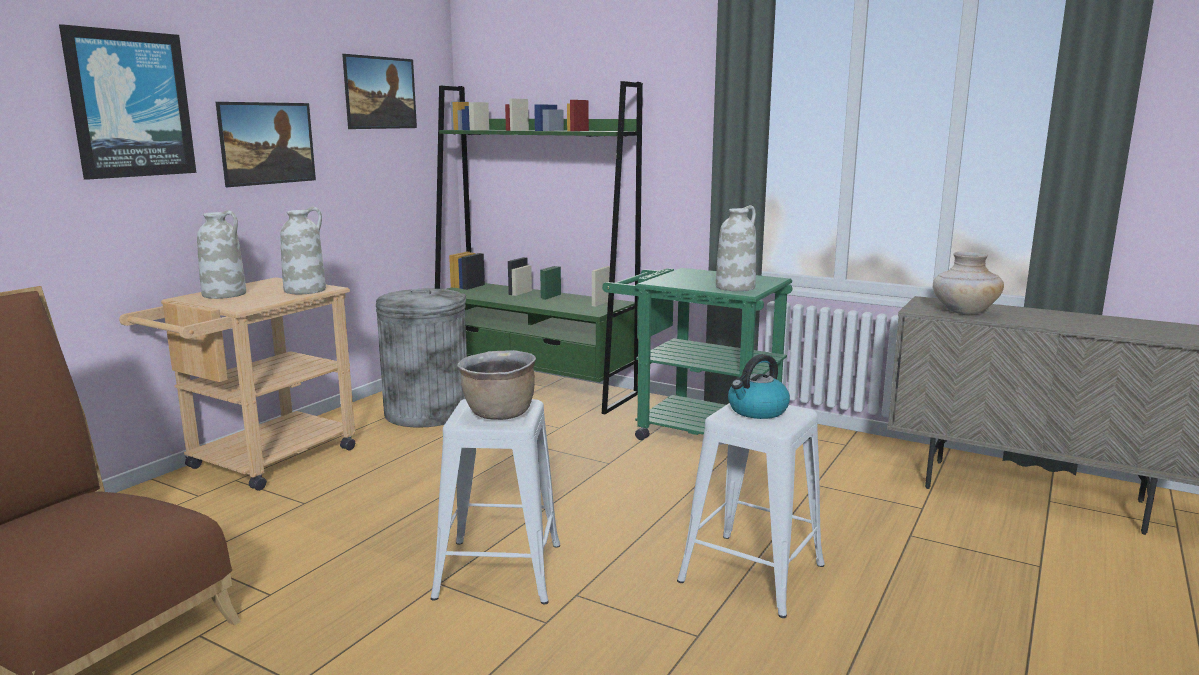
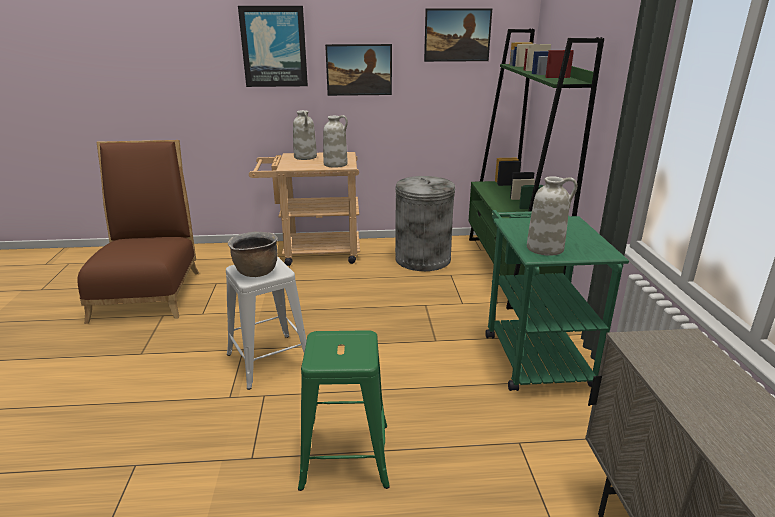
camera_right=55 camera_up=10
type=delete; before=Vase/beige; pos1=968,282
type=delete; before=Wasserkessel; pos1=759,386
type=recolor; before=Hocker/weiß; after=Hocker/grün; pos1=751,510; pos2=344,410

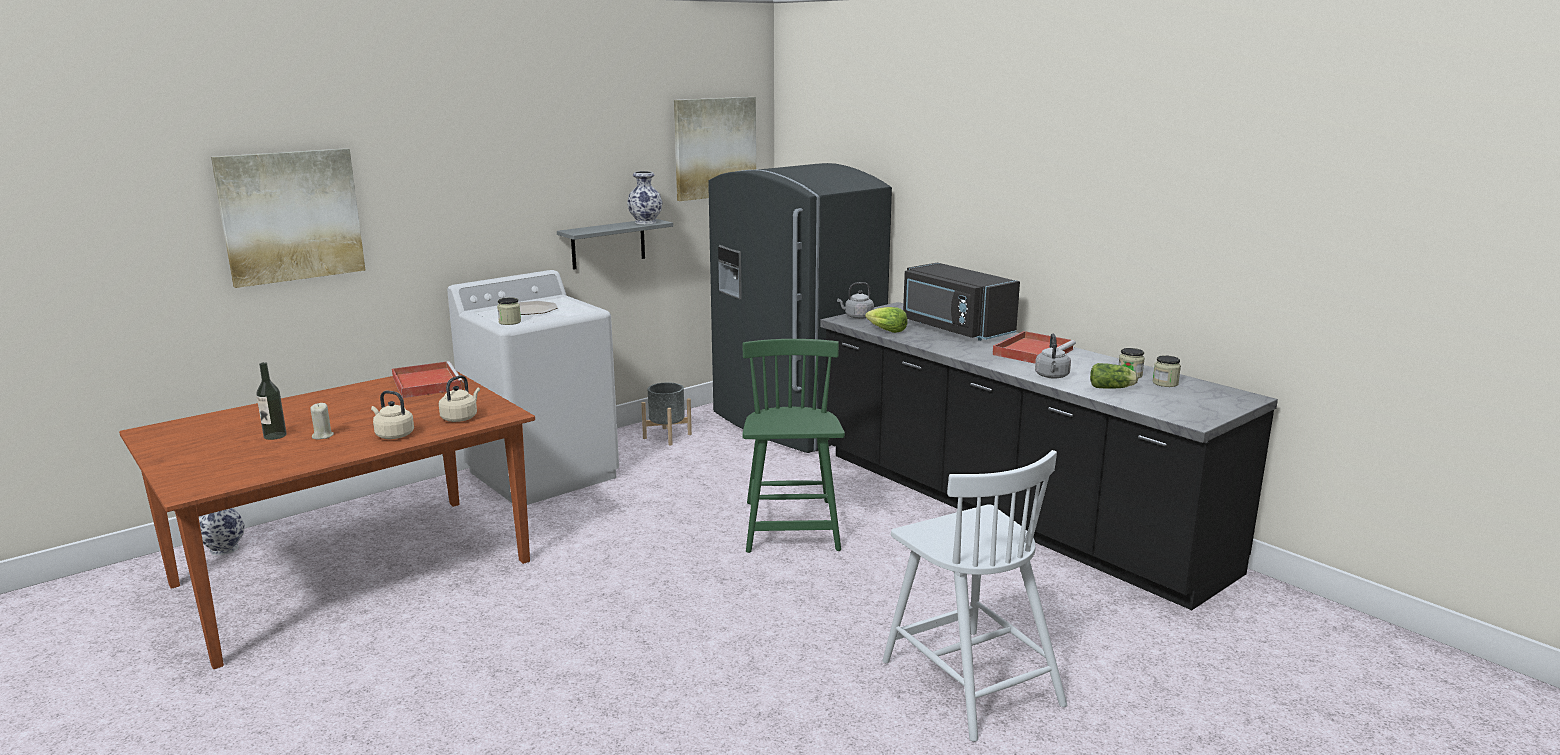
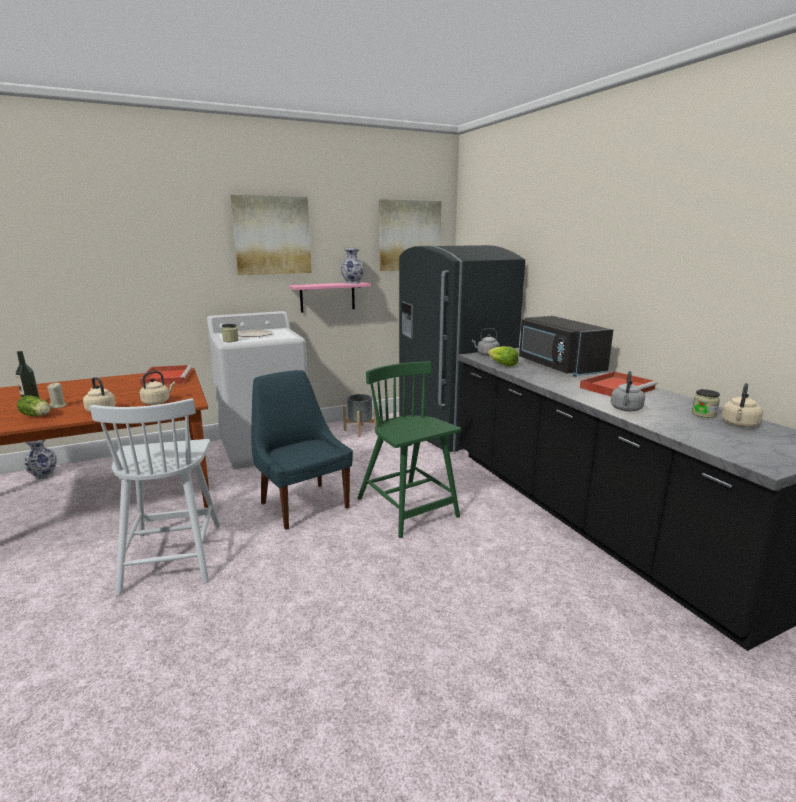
camera_right=15 camera_up=0
type=move; before=Bild; pos1=288,218; pos2=271,235
type=recolor; before=Wandregal/grau; after=Wandregal/rosa; pos1=615,244; pos2=330,297
type=rotate; before=Stuhl/grün; pos1=793,446; pos2=409,449; turn=-45
type=replace; before=Vorratsglas; after=Wasserkessel/beige; pos1=1167,371; pos2=742,405
type=move; before=Salatkopf; pos1=1114,376; pos2=33,405
type=move; before=Stuhl/weiß; pos1=974,596; pos2=155,497
type=insert; after=Stuhl/blau; pos2=302,450

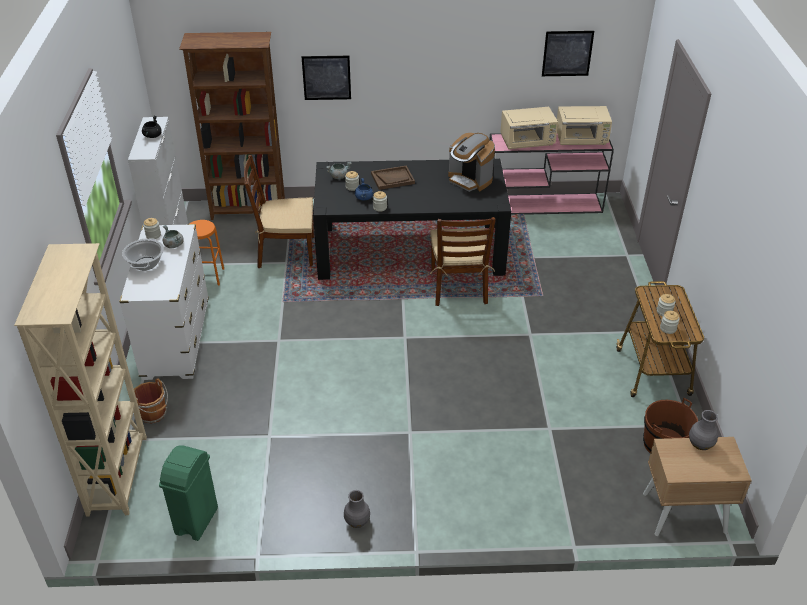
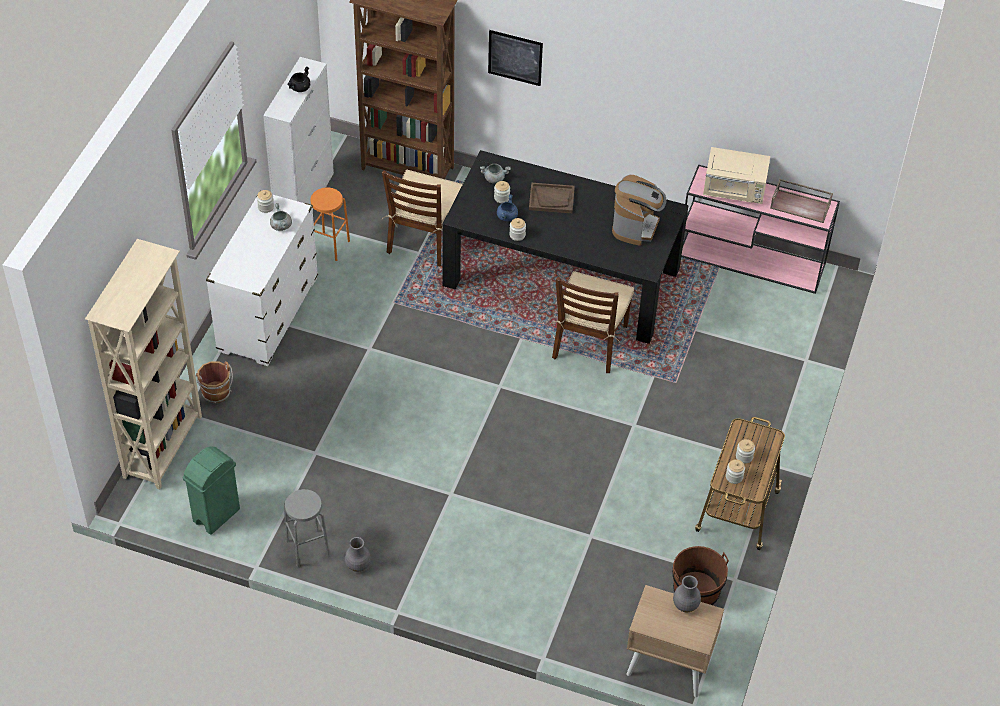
camera_right=20 camera_up=10
type=delete; before=Bild; pos1=568,53
type=replace; before=Mikrowelle/beige; after=Tablett/braun; pos1=584,125; pos2=801,201
type=rotate; before=Kaffeemaschine; pos1=471,162; pos2=639,210; turn=-135
type=rotate; before=Stuhl/braun; pos1=279,211; pos2=422,218; turn=-90
type=delete; before=Kochtopf; pos1=143,255
type=insert; after=Hocker/grau; pos2=307,528

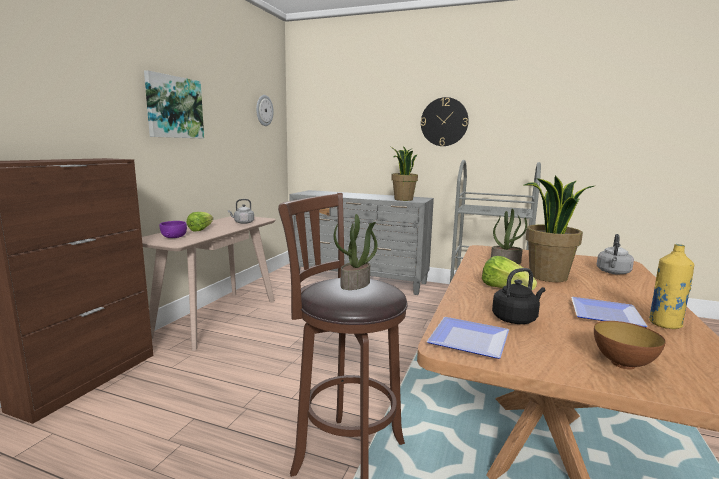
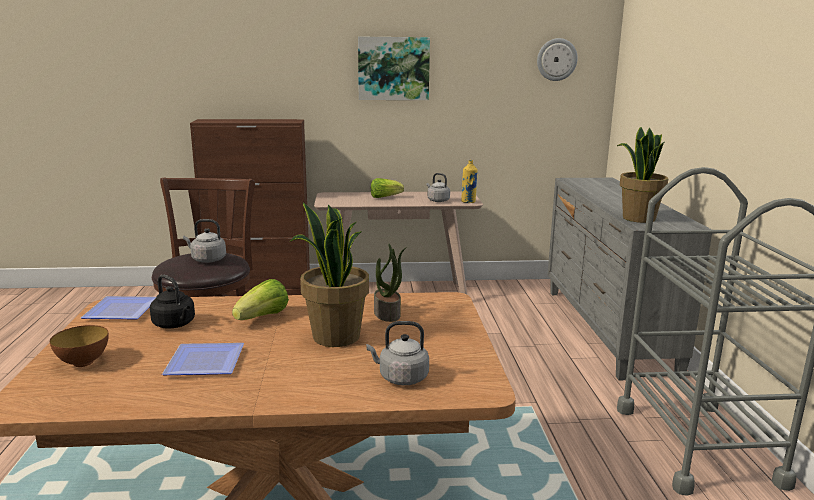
camera_right=65 camera_up=5
type=delete; before=Wanduhr; pos1=445,121
type=replace; before=Topfpflanze; after=Wasserkessel/grau; pos1=356,252; pos2=204,241
type=delete; before=Schüssel/lila; pos1=173,229
type=move; before=Flasche/gelb; pos1=671,286; pos2=469,181

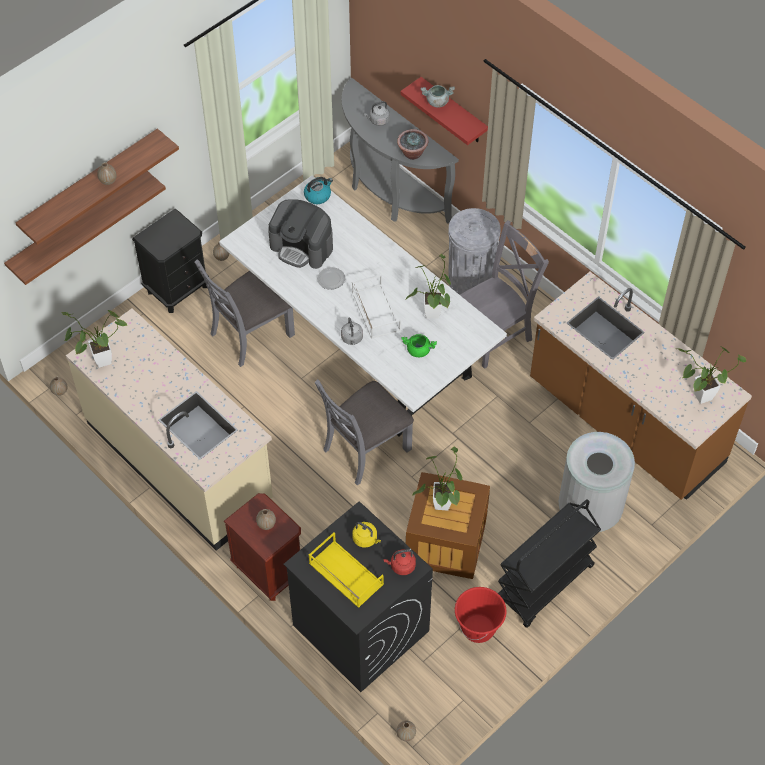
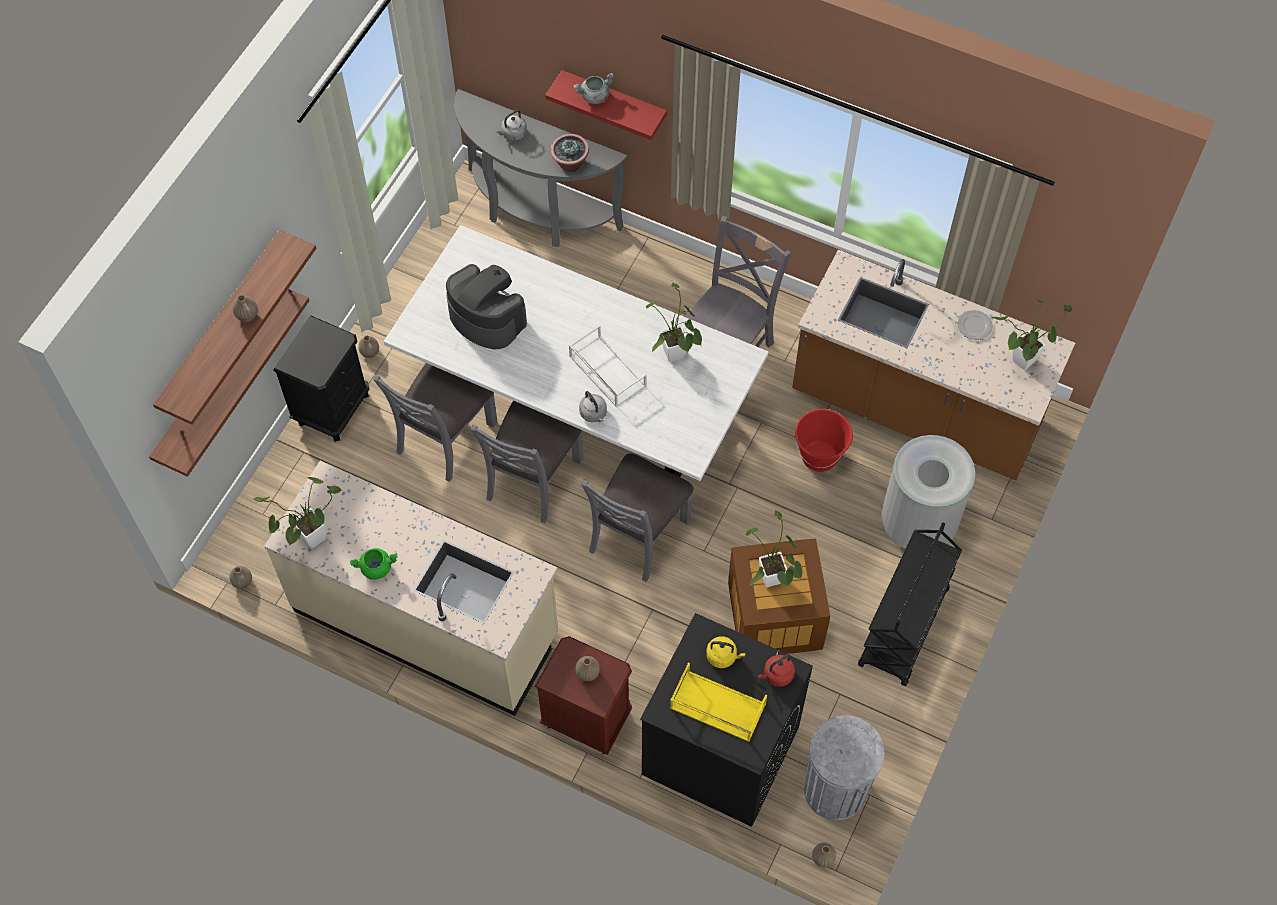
camera_right=-20 camera_up=5
type=delete; before=Wasserkessel; pos1=318,190
type=rotate; before=Kaffeemaschine; pos1=300,234; pos2=486,307; turn=-150
type=move; before=Mülleimer/grau; pos1=474,251; pos2=844,767
type=move; before=Teller; pos1=331,278; pos2=975,325
type=move; before=Kochtopf/grün; pos1=419,345; pos2=373,564
type=move; before=Eimer/rot; pos1=481,615; pos2=824,440
type=insert; after=Stuhl/grau; pos2=527,462

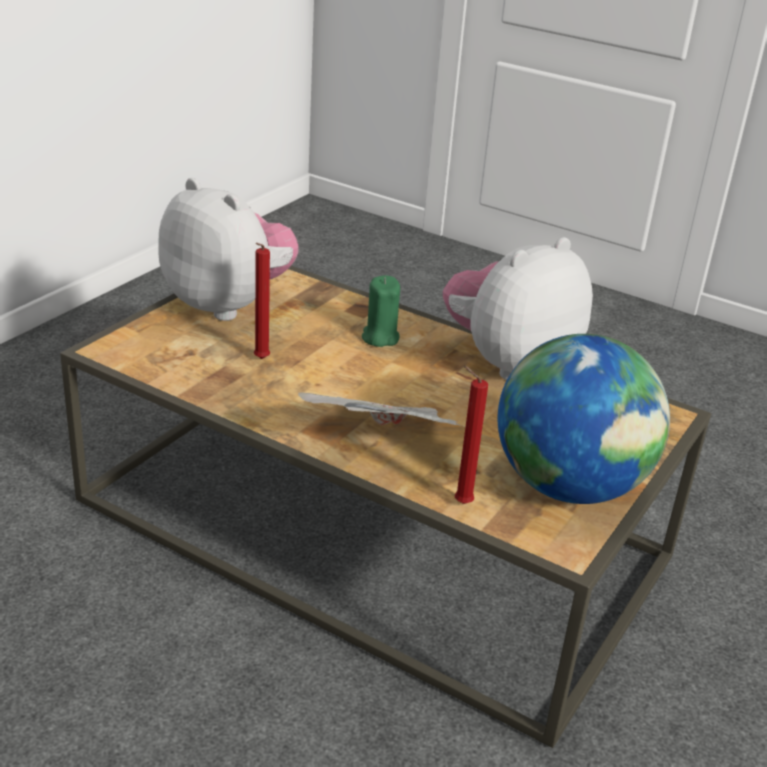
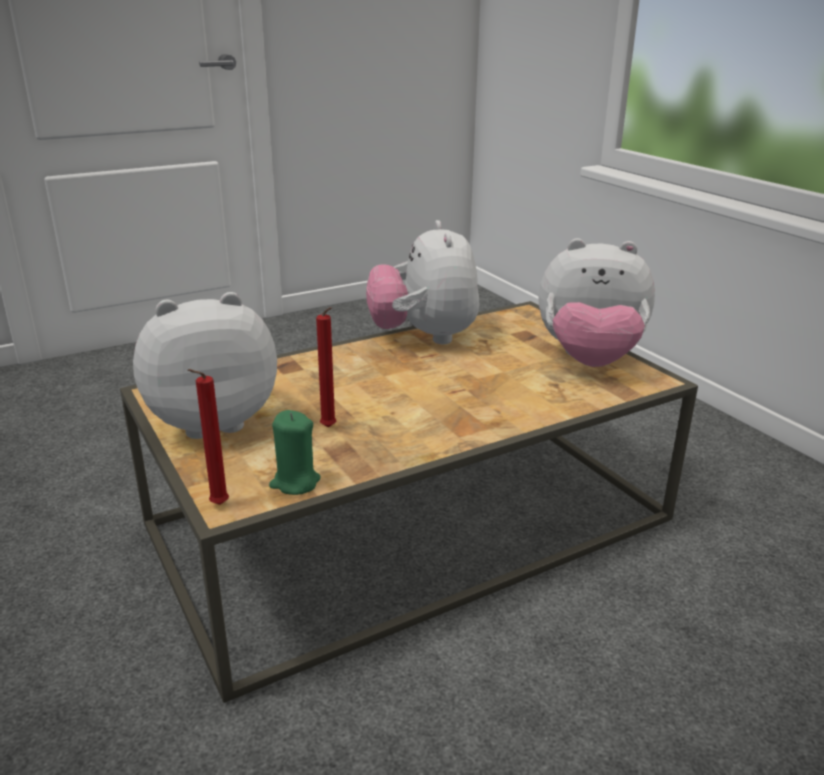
camera_right=-60 camera_up=-5
type=move; before=Kerze/grün; pos1=381,311; pos2=294,452
type=replace; before=Globus; after=Plüschtier; pos1=584,419; pos2=597,302
type=move; before=Kerze/rot; pos1=471,435; pos2=208,437
type=delete; before=Zeitung; pos1=381,409

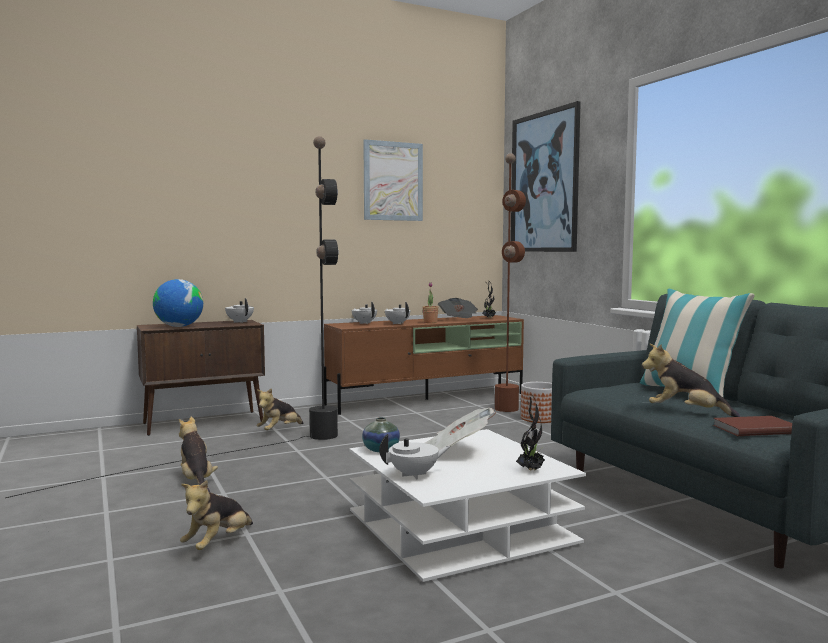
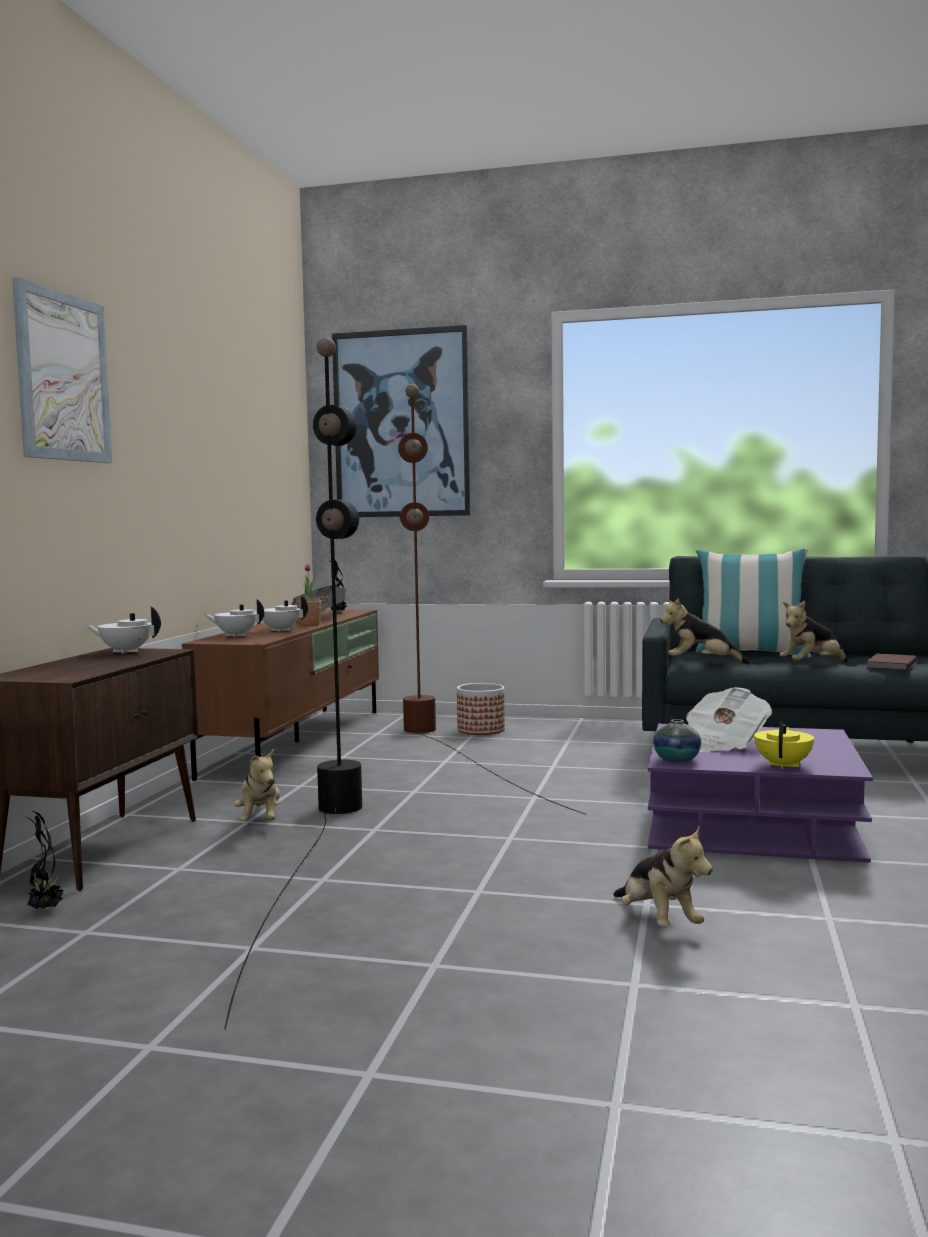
camera_right=-50 camera_up=0
type=move; before=Bild; pos1=393,180; pos2=62,370
type=delete; before=Globus; pos1=178,303
type=move; before=Topfpflanze; pos1=530,433; pos2=45,860
type=move; before=Plüschtier; pos1=198,454; pos2=705,631
type=recolor; before=Couchtisch/weiß; after=Couchtisch/lila; pos1=467,505; pos2=760,793
type=recolor; before=Teekanne/weiß; after=Teekanne/gelb; pos1=415,457; pos2=784,745

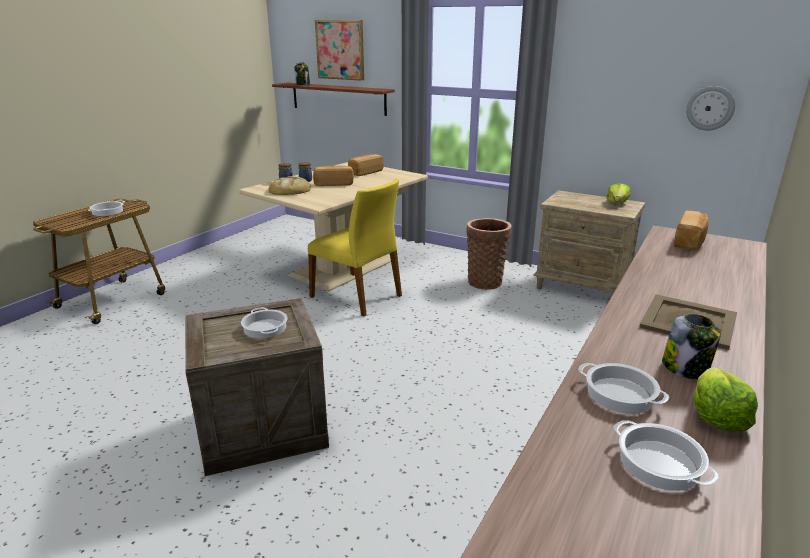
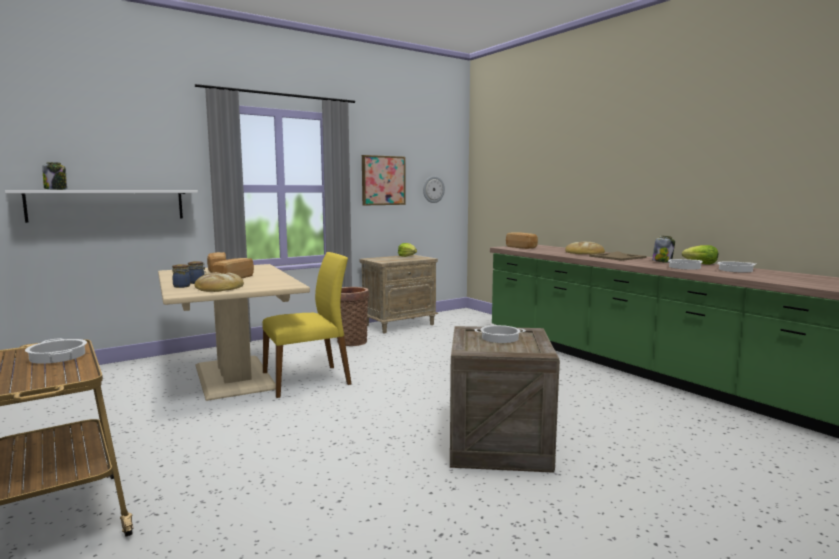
camera_right=-65 camera_up=-15
type=move; before=Bild; pos1=339,50; pos2=384,180
type=recolor; before=Wandregal/braun; after=Wandregal/weiß; pos1=333,99; pos2=101,206
type=insert; after=Brot; pos2=585,248

